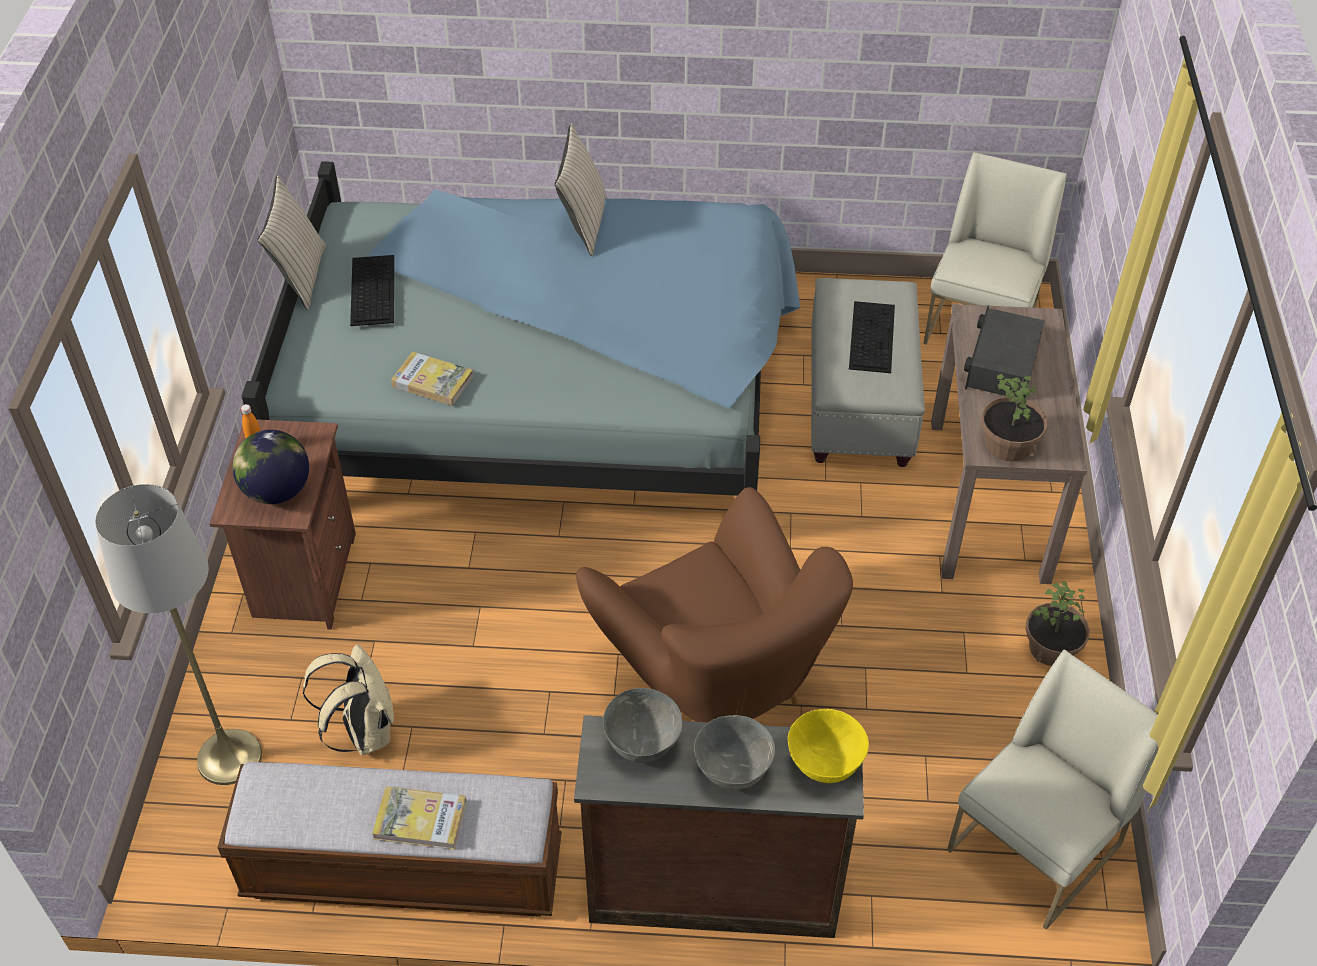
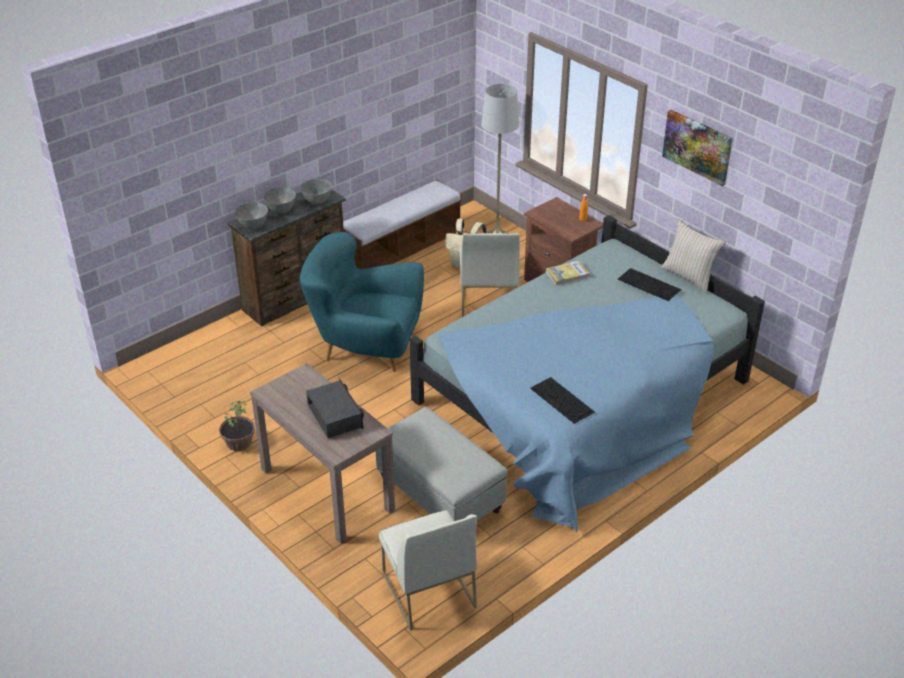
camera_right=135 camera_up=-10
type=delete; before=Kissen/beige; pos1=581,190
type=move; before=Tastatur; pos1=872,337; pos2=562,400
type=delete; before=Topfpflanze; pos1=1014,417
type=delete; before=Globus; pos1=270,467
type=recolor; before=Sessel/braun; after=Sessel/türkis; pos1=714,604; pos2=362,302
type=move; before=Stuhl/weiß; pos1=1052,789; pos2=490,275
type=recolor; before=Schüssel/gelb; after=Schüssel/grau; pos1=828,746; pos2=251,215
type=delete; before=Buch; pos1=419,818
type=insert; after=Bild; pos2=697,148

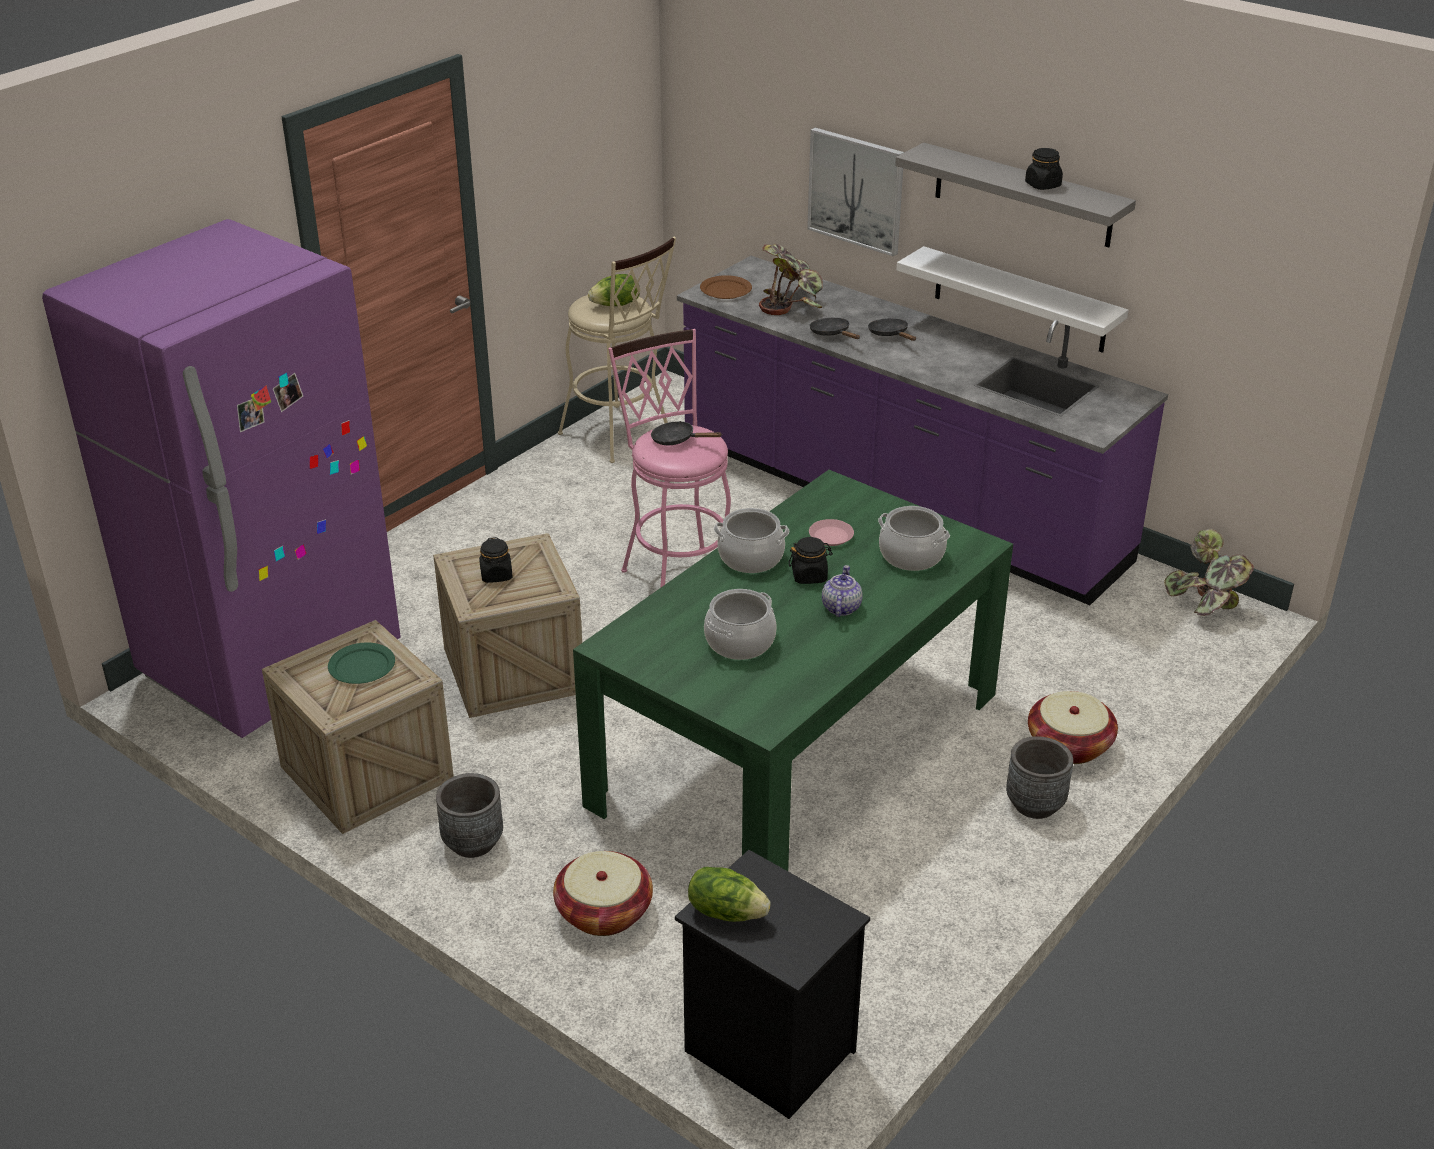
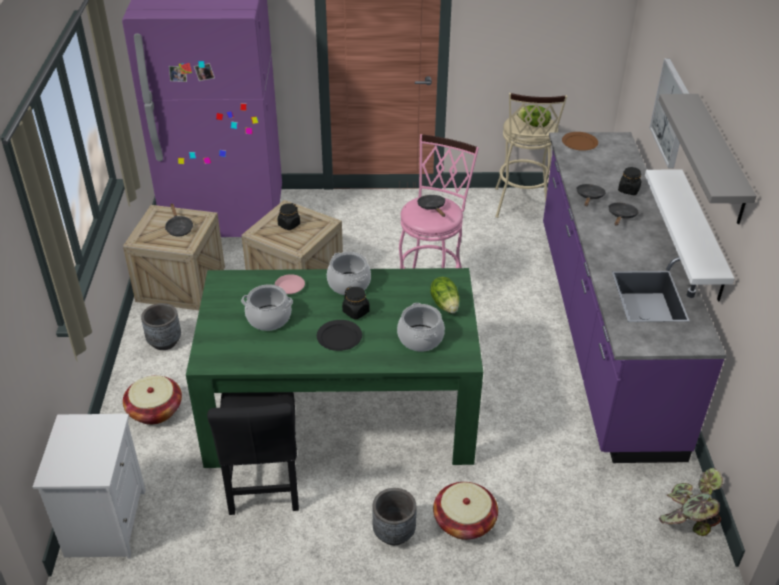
camera_right=50 camera_up=5
type=move; before=Vorratsglas/schwarz; pos1=1044,169; pos2=630,181
type=delete; before=Topfpflanze; pos1=791,279
type=move; before=Teller/rosa; pos1=831,532; pos2=290,284
type=replace; before=Teekanne; after=Teller/schwarz; pos1=842,591; pos2=339,335
type=replace; before=Teller/grün; after=Pfanne/schwarz; pos1=361,663; pos2=179,219
type=recolor; before=Nachttisch/schwarz; after=Nachttisch/weiß; pos1=772,984; pos2=89,486
type=move; before=Salatkopf; pos1=729,894; pos2=444,295
type=insert; after=Stuhl/schwarz; pos2=253,453

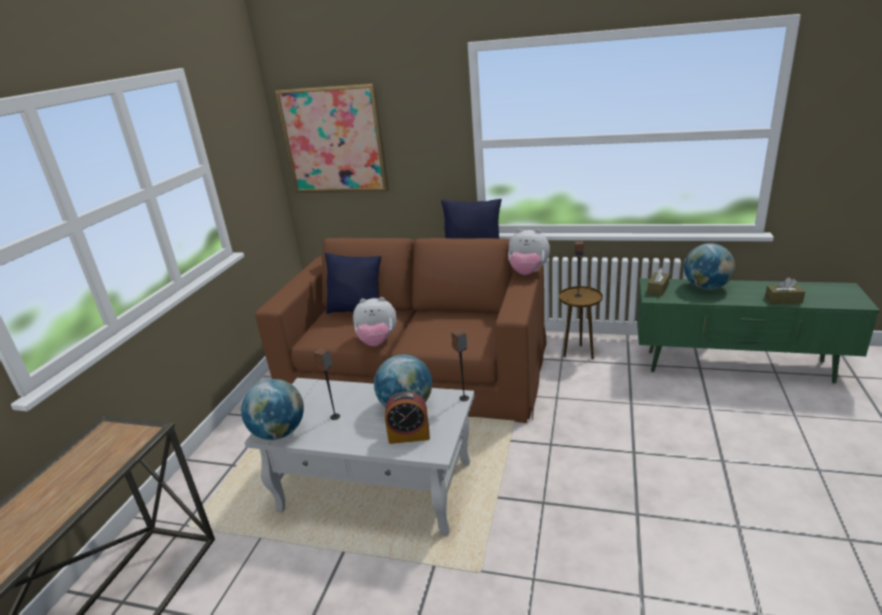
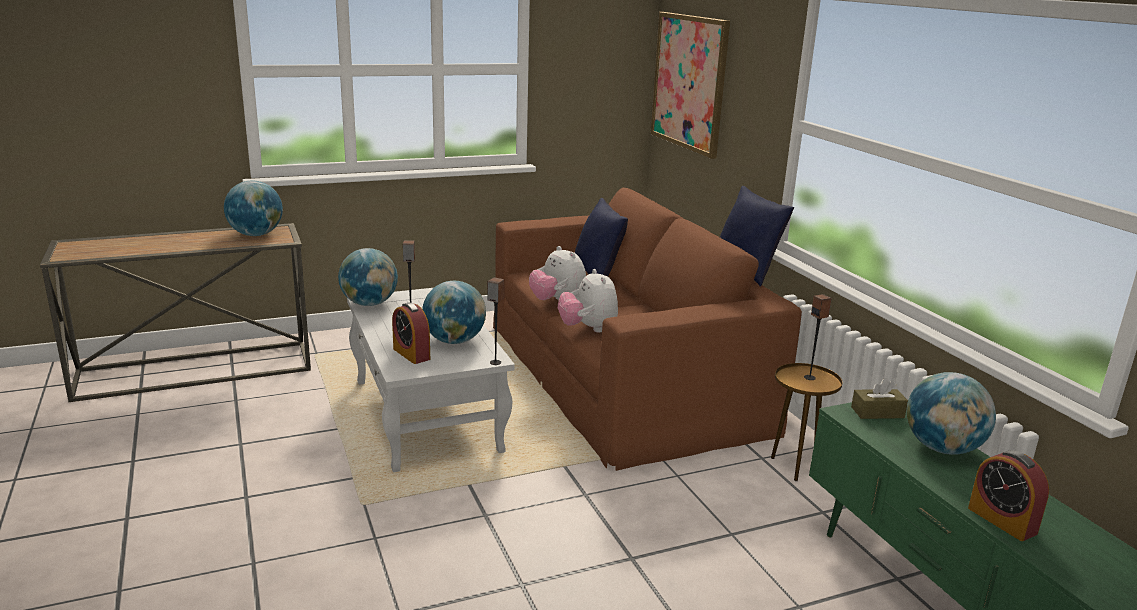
camera_right=50 camera_up=-5
type=move; before=Plüschtier; pos1=529,252; pos2=588,300
type=replace; before=Taschentuchbox/braun; after=Wecker; pos1=785,290; pos2=1008,495
type=insert; after=Globus; pos2=253,208

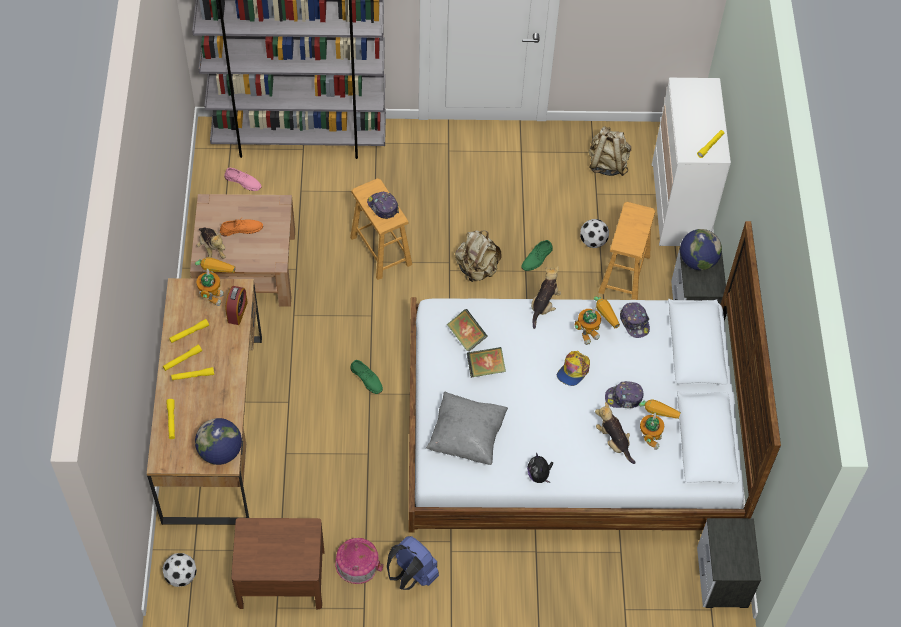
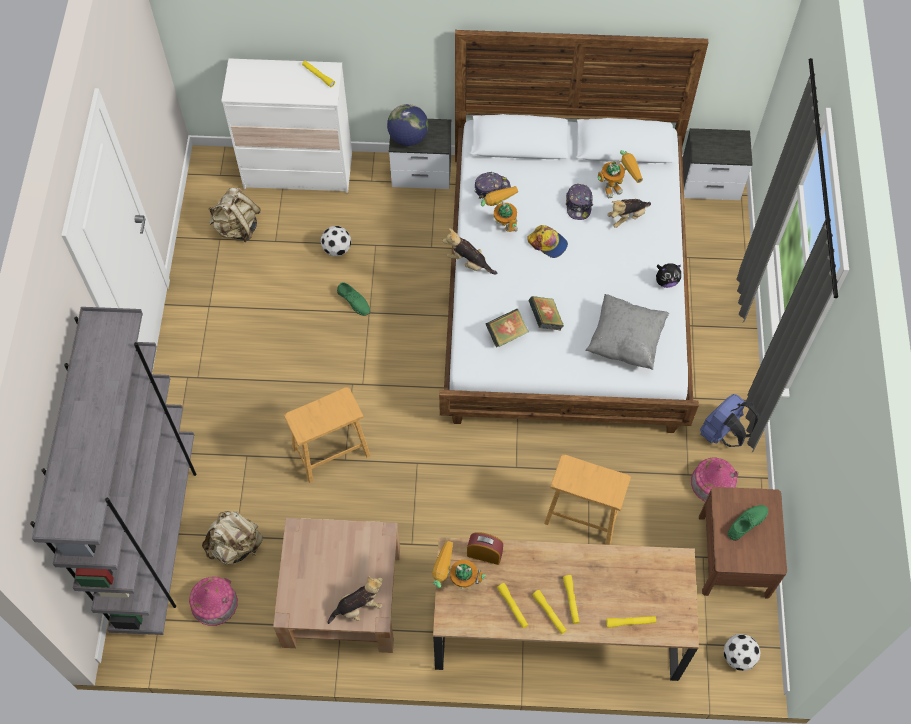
camera_right=-85 camera_up=5
type=replace; before=Schuh/rosa; after=Spielzeughaus; pos1=242,179; pos2=213,601
type=delete; before=Kappe; pos1=383,205
type=move; before=Hocker/braun; pos1=627,251; pos2=587,499
type=delete; before=Schuh/orange; pos1=241,227
type=move; before=Rucksack/beige; pos1=478,256; pos2=232,538
type=move; before=Schuh/grün; pos1=366,377; pos2=748,523
type=rotate; before=Spielzeugroboter; pos1=660,424; pos2=620,174; turn=135
type=delete; before=Globus; pos1=218,441

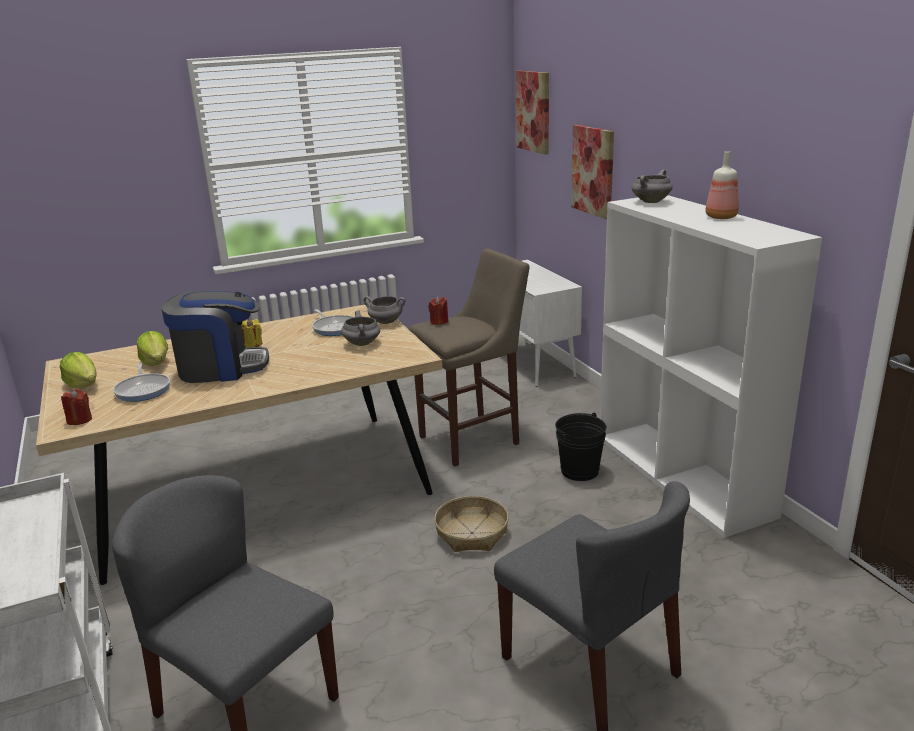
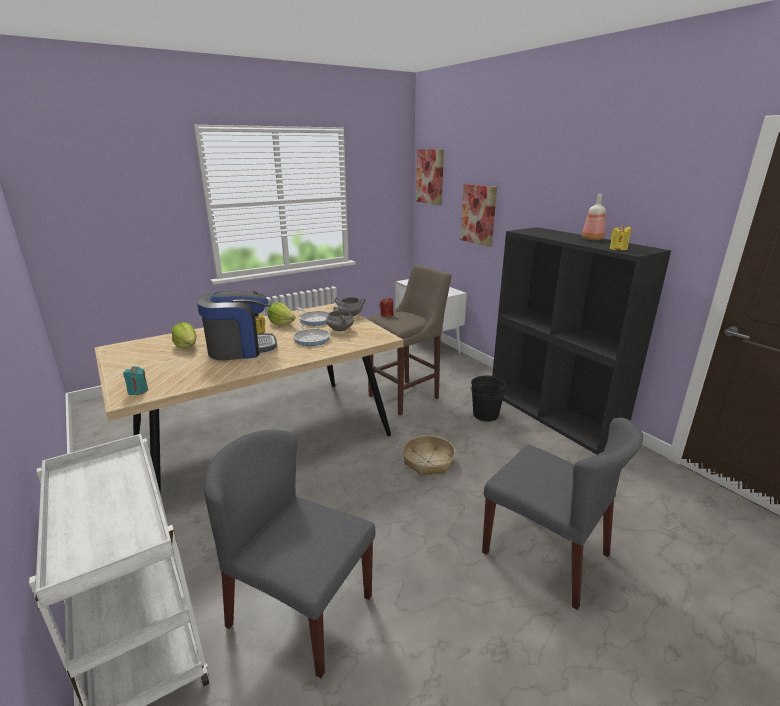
camera_right=-10 camera_up=0
type=delete; before=Kochtopf/grau; pos1=652,186
type=recolor; before=Bücherregal/weiß; after=Bücherregal/schwarz; pos1=711,366; pos2=581,341
type=move; before=Salatkopf; pos1=78,370; pos2=281,313
type=move; before=Pfanne; pos1=141,382; pos2=311,334
type=recolor; before=Kerze/rot; after=Kerze/türkis; pos1=76,407; pos2=135,380
type=insert; after=Kerze/gelb; pos2=620,237

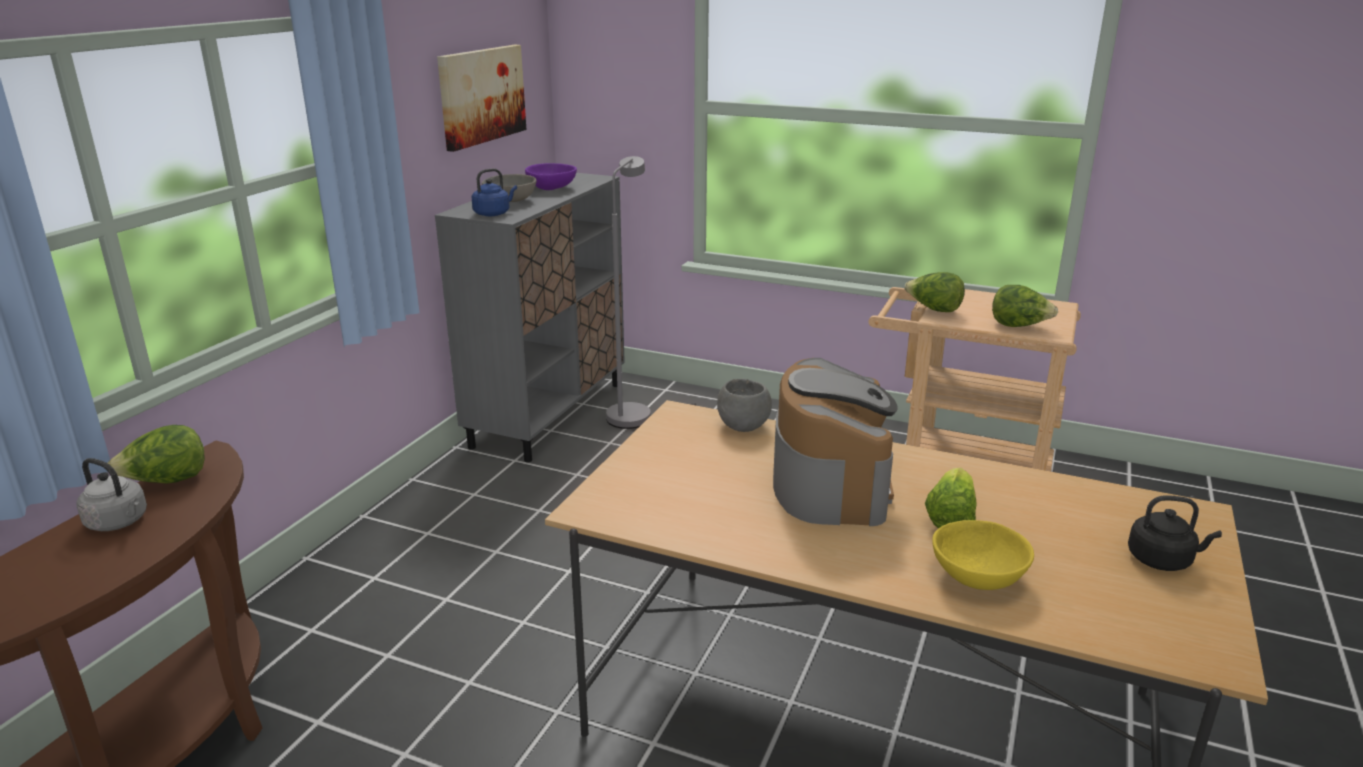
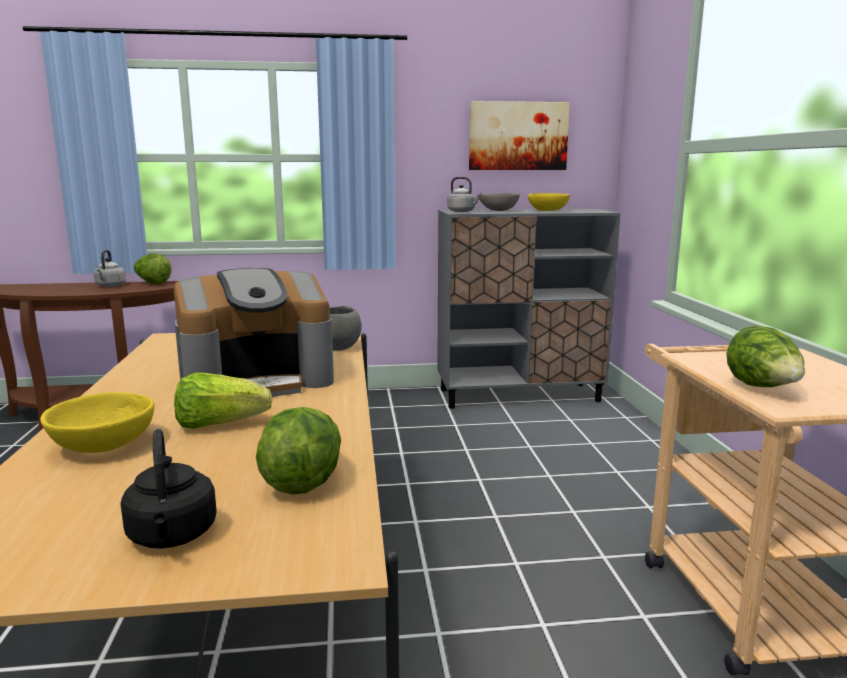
camera_right=60 camera_up=-10
type=delete; before=Stehlampe/grau; pos1=628,292
type=recolor; before=Schüssel/lila; after=Schüssel/gelb; pos1=551,176; pos2=549,202
type=recolor; before=Wasserkessel/blau; after=Wasserkessel/grau; pos1=494,192; pos2=464,194
type=move; before=Salatkopf; pos1=934,292; pos2=298,451

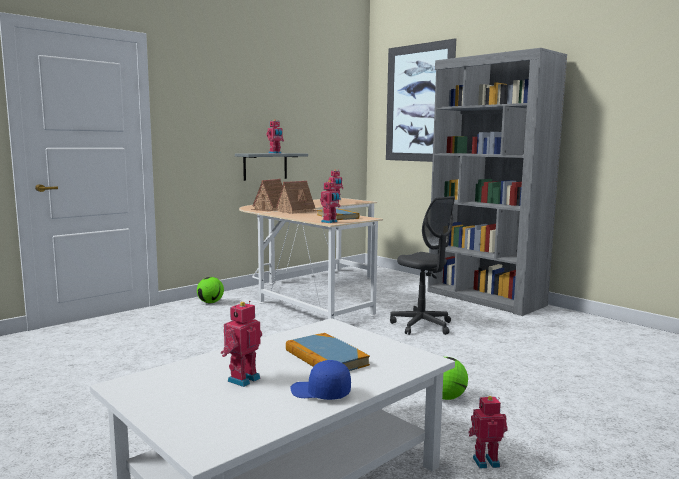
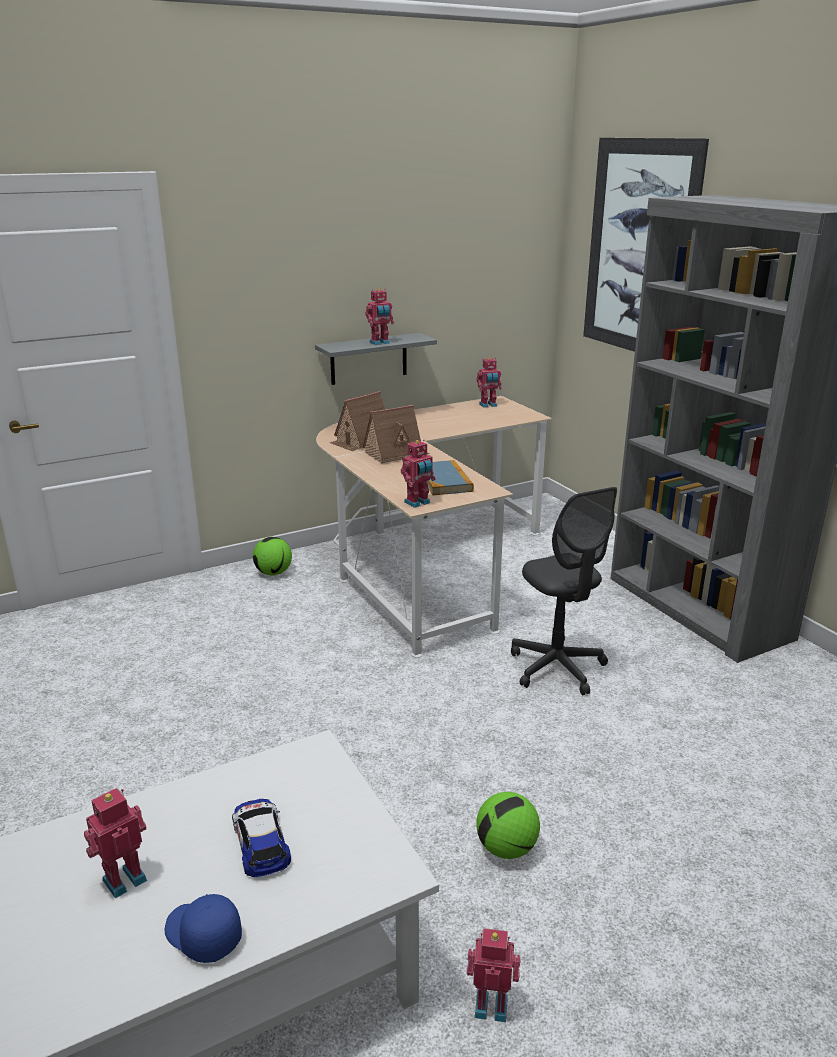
camera_right=15 camera_up=15
type=replace; before=Buch; after=Spielzeugauto; pos1=328,352; pos2=261,838

